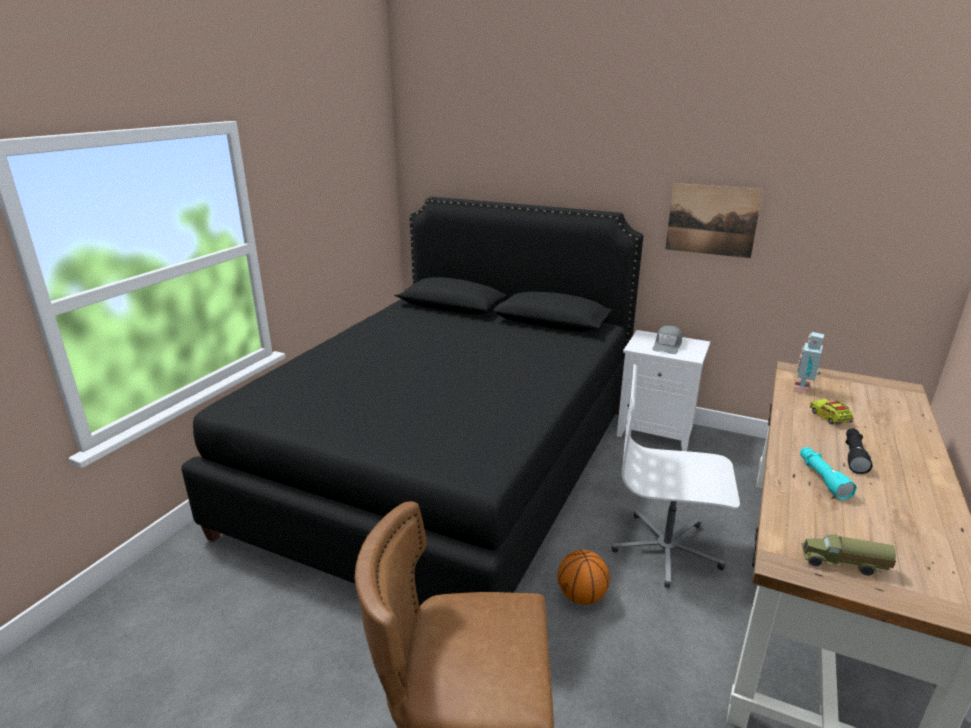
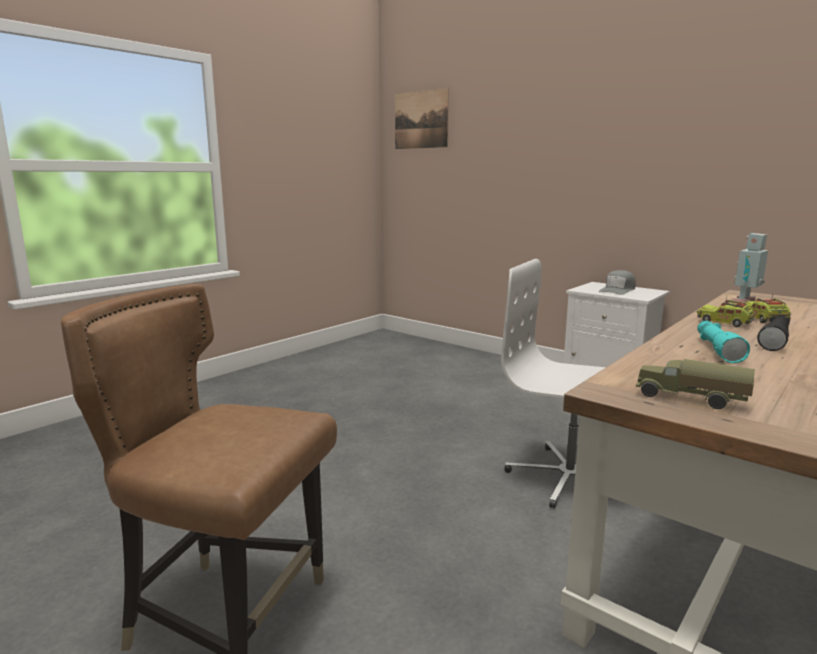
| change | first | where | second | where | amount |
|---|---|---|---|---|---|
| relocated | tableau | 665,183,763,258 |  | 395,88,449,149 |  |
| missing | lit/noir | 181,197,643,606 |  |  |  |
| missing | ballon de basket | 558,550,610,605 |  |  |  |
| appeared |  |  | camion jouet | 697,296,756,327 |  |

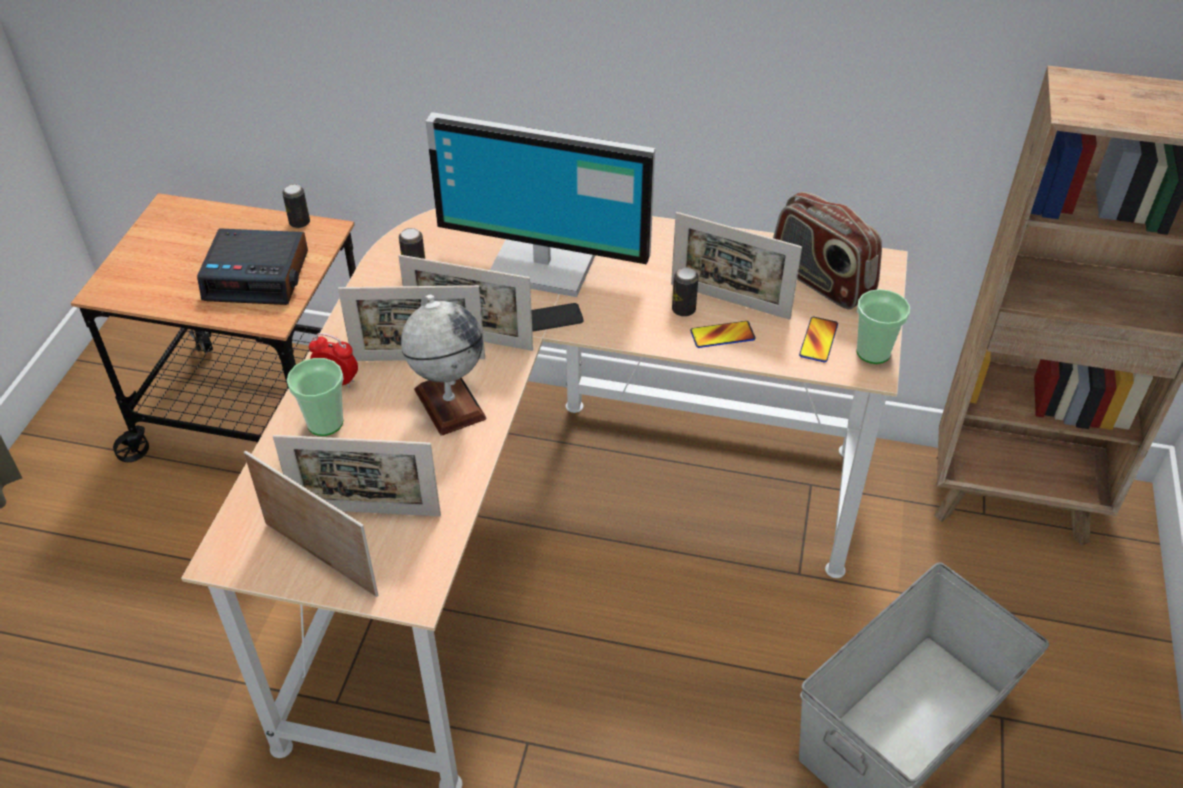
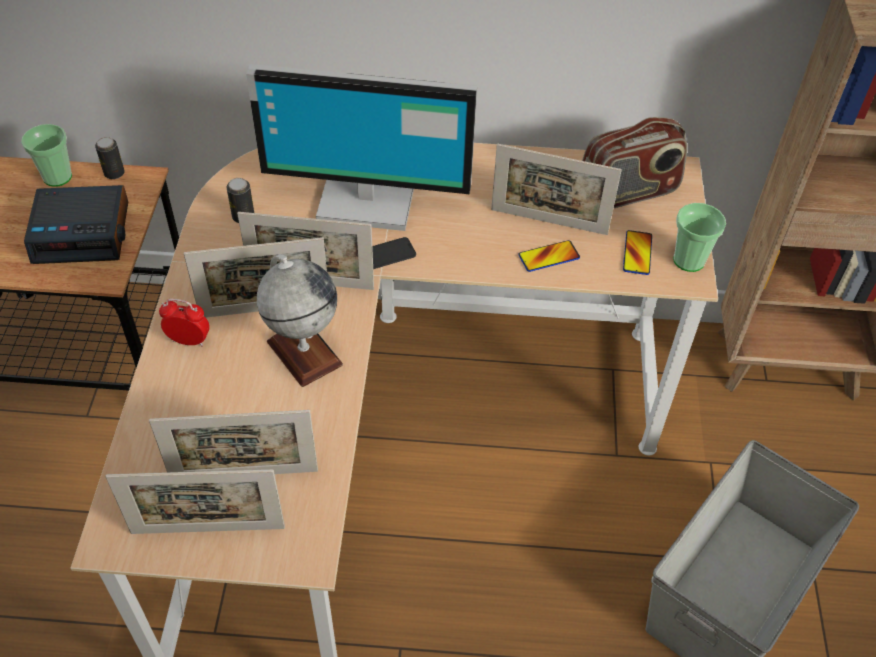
| change | first | where | second | where | amount |
|---|---|---|---|---|---|
| spun | radio | 773,192,882,309 |  | 582,117,688,209 | 60 degrees counterclockwise |
| missing | boîte métallique | 672,267,699,317 |  |  |  |
| relocated | tasse | 286,358,344,436 |  | 21,124,72,187 |  |
| spun | cadre photo | 244,451,378,597 |  | 105,469,285,534 | 150 degrees clockwise |

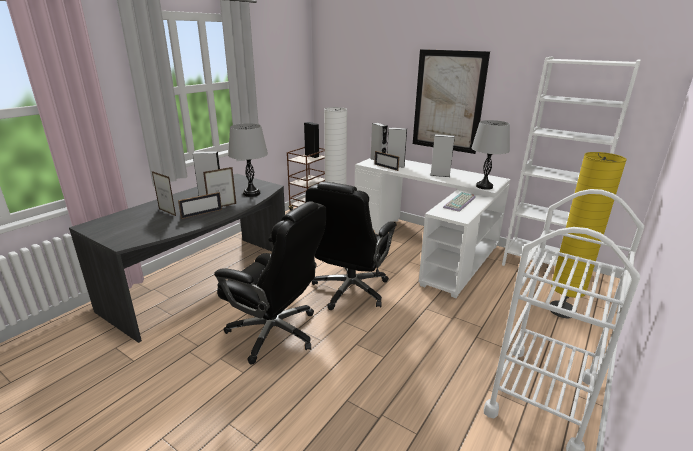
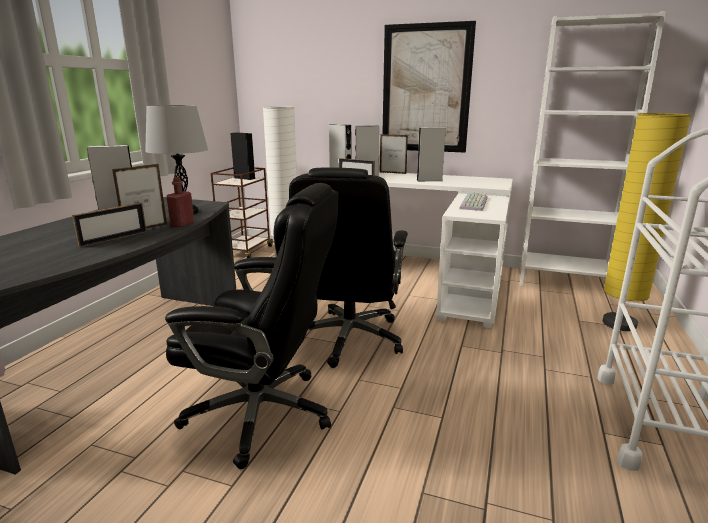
| change | first | where | second | where | amount |
|---|---|---|---|---|---|
| missing | lampe de table/gris | 472,120,510,190 |  |  |  |
| relocated | cadre photo | 152,171,176,216 |  | 380,134,408,174 |  |
| appeared |  |  | bouteille/rouge | 166,177,194,227 |  |

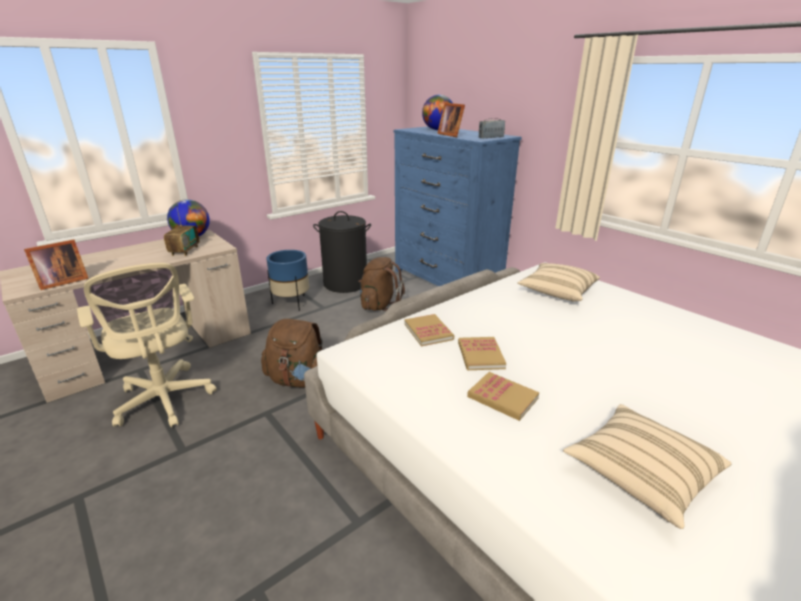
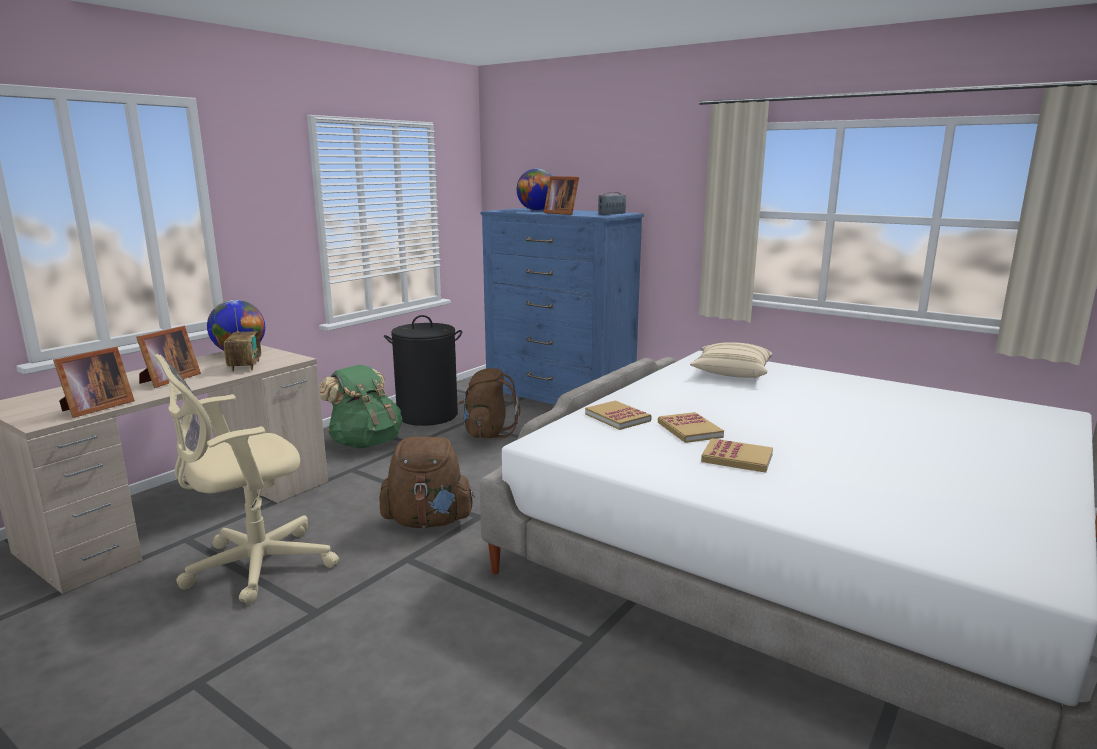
| change | first | where | second | where | amount |
|---|---|---|---|---|---|
| exchanged | cache-pot/bleu | 266,250,309,311 | sac à dos/vert | 319,365,402,448 |  |
| spun | chaise de bureau/beige | 77,263,217,428 |  | 154,354,339,604 | 105 degrees clockwise |
| missing | coussin/beige | 563,404,732,529 |  |  |  |
| appeared |  |  | cadre photo | 136,325,201,388 |  |

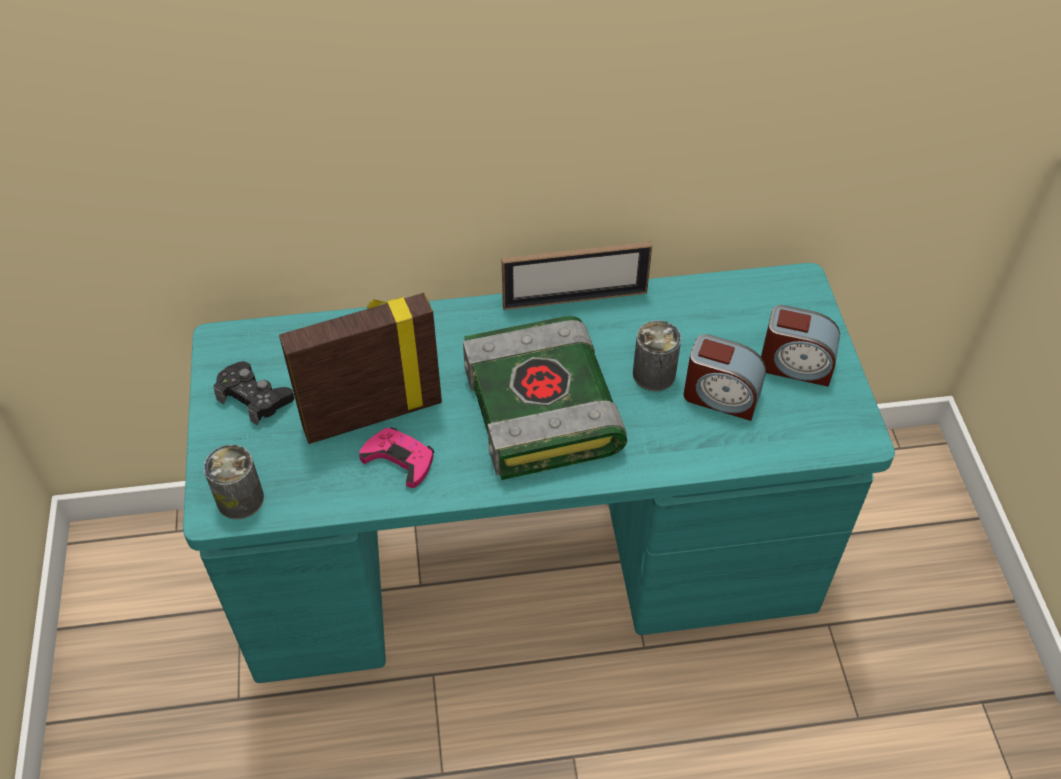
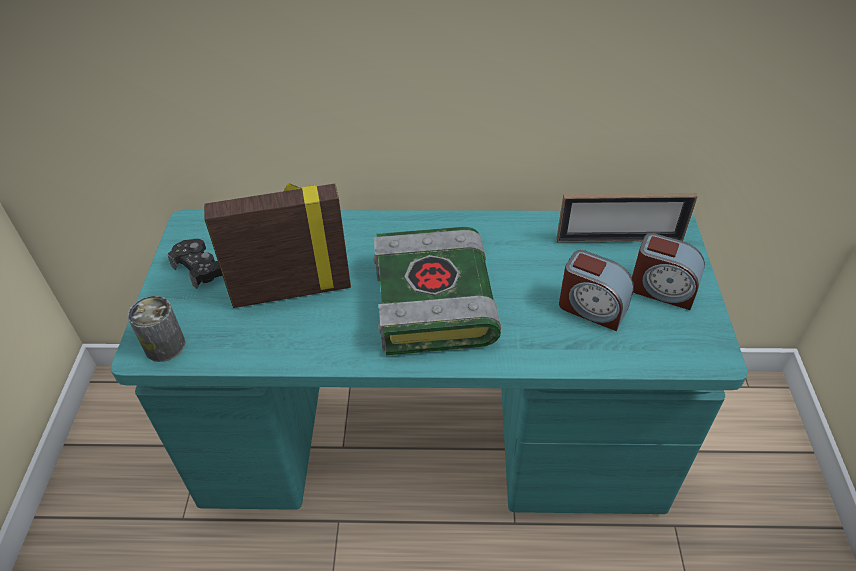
| change | first | where | second | where | amount |
|---|---|---|---|---|---|
| relocated | cadre photo | 501,242,652,310 |  | 556,193,698,243 |  |
| missing | boîte métallique | 633,320,681,391 |  |  |  |
| missing | manette/rose | 359,428,434,488 |  |  |  |

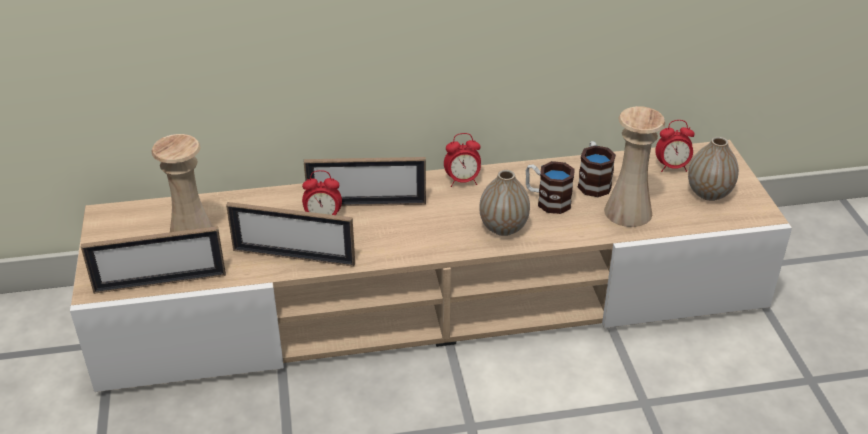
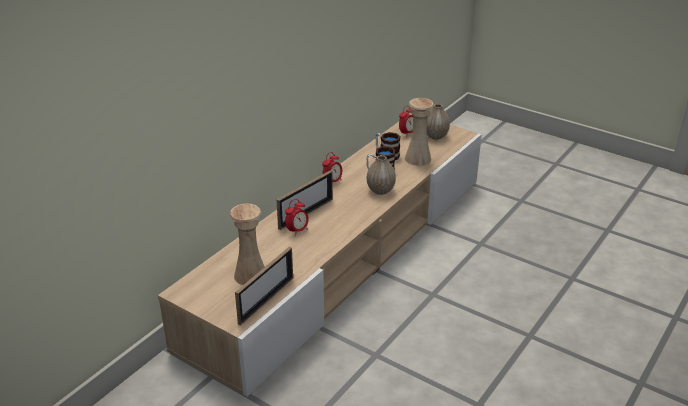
| change | first | where | second | where | amount |
|---|---|---|---|---|---|
| missing | cadre photo | 226,202,355,267 |  |  |  |

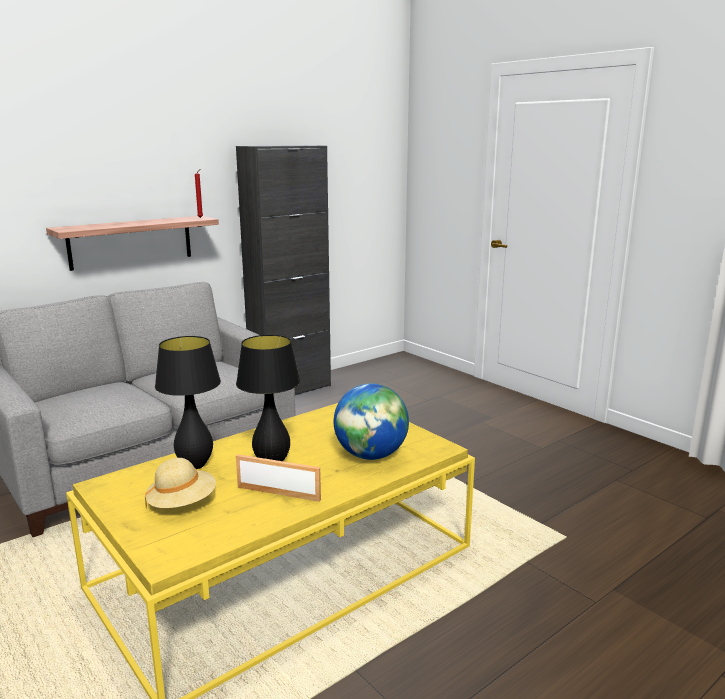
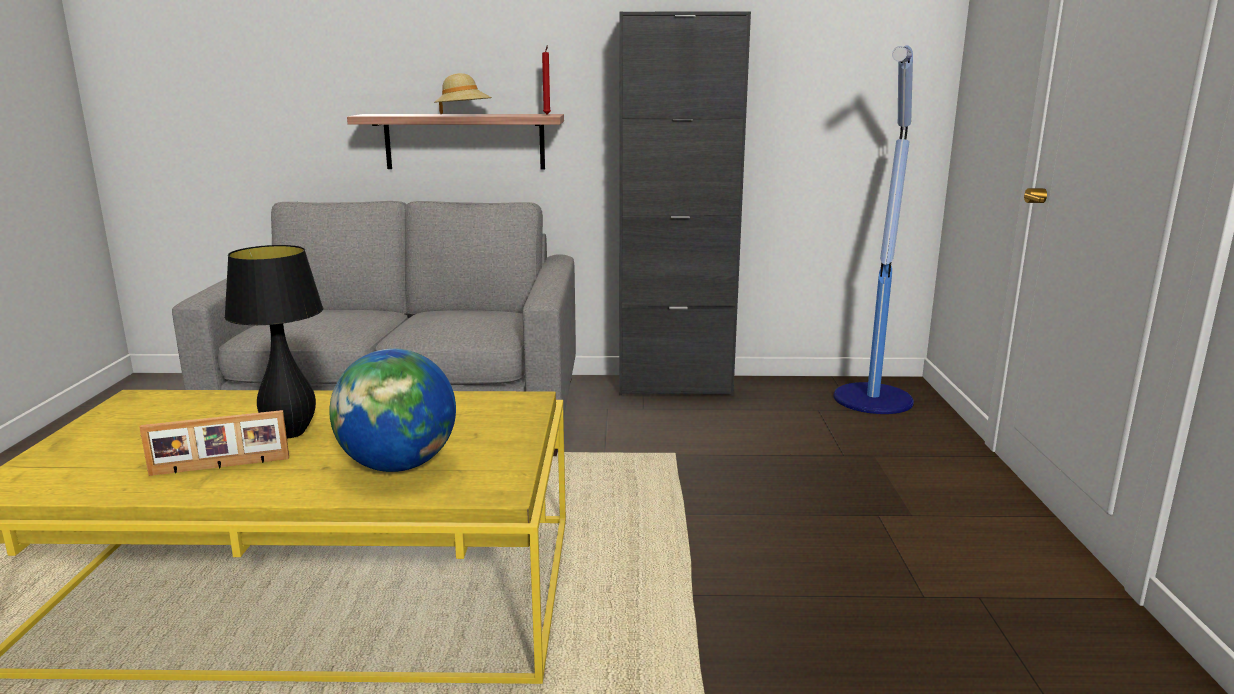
| change | first | where | second | where | amount |
|---|---|---|---|---|---|
| missing | lampe de table/noir | 155,336,221,469 |  |  |  |
| spun | cadre photo | 236,454,321,502 |  | 139,410,289,476 | 105 degrees clockwise |
| relocated | chapeau/beige | 145,458,216,508 |  | 434,73,492,114 |  |
| appeared |  |  | lampadaire | 833,46,914,414 |  |

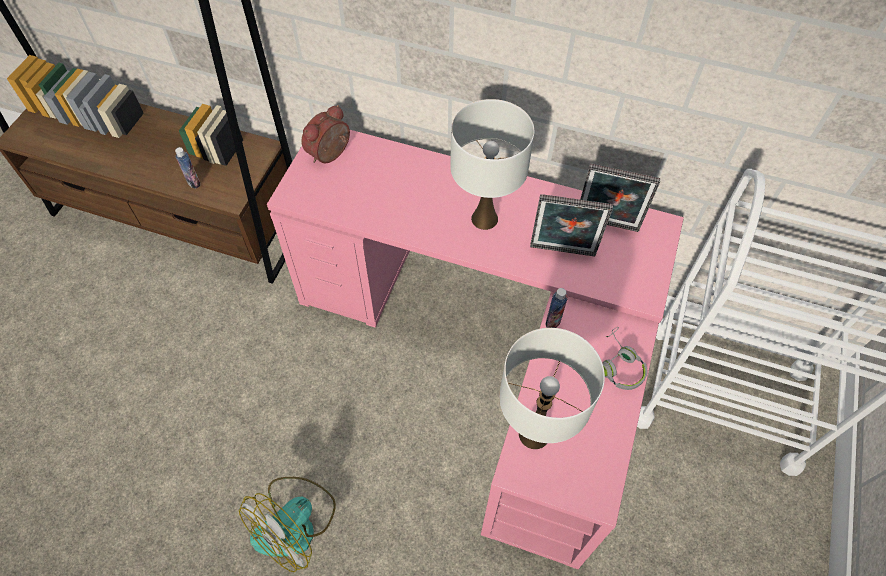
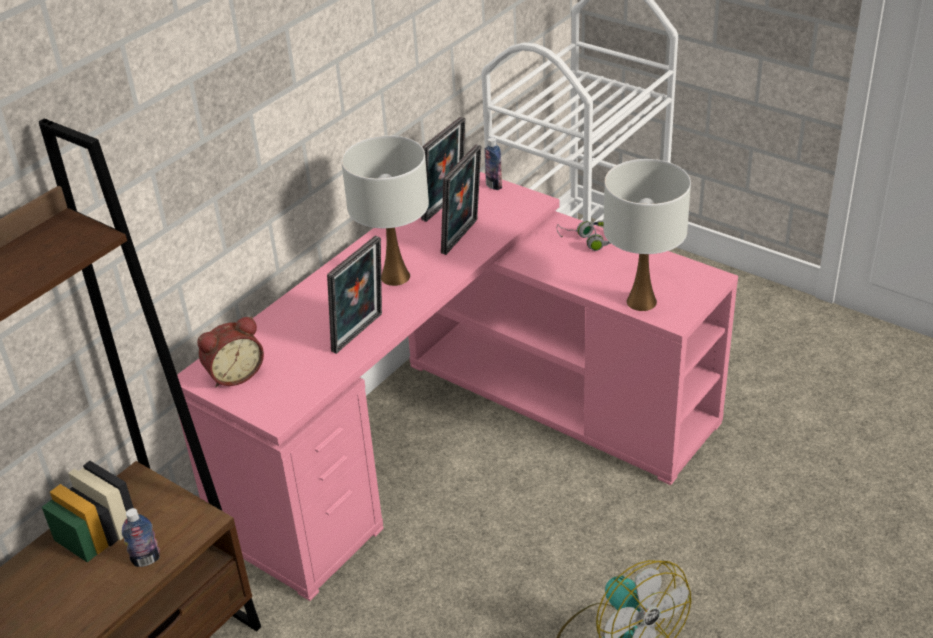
| change | first | where | second | where | amount |
|---|---|---|---|---|---|
| spun | réveil | 301,105,350,163 |  | 197,316,264,388 | 90 degrees counterclockwise |
| relocated | bouteille | 546,288,568,328 |  | 484,137,502,190 |  |
| appeared |  |  | cadre photo | 327,235,382,354 |  |

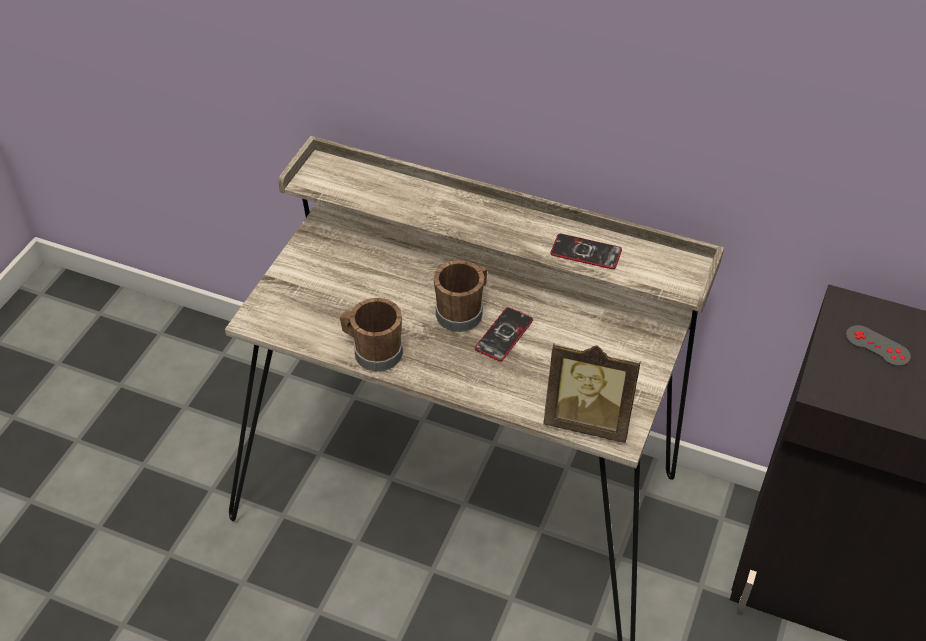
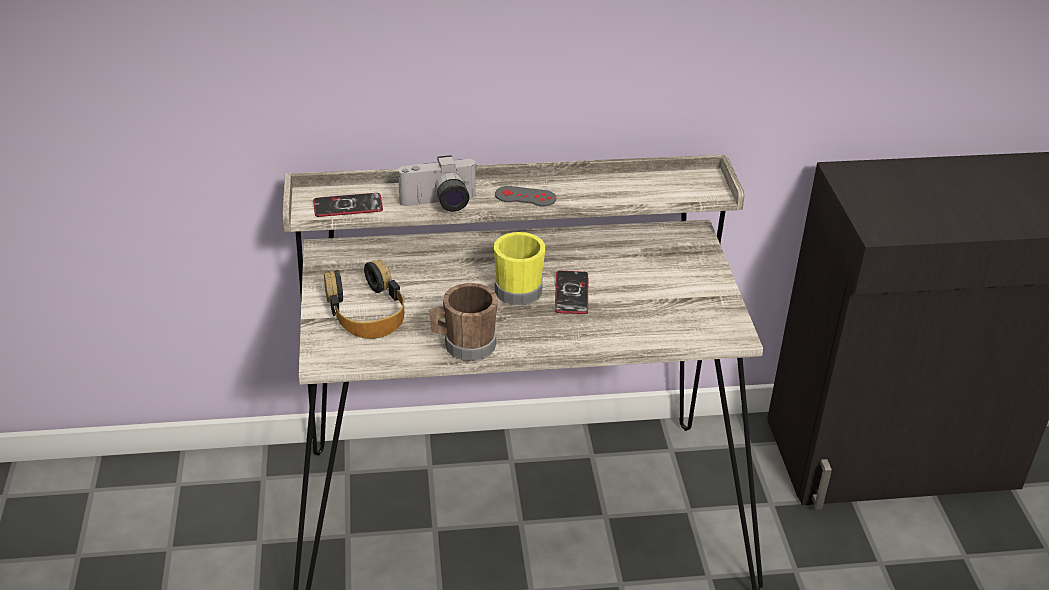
| change | first | where | second | where | amount |
|---|---|---|---|---|---|
| relocated | téléphone | 550,234,622,269 |  | 313,193,383,217 |  |
| colour | mug/marron | 434,260,487,332 | mug/jaune | 494,232,545,306 |  |
| relocated | manette/gris | 846,325,911,367 |  | 495,186,556,206 |  |
| missing | cadre photo | 543,342,641,443 |  |  |  |
| appeared |  |  | appareil photo | 398,155,478,212 |  |
| appeared |  |  | casque audio | 324,260,404,339 |  |

